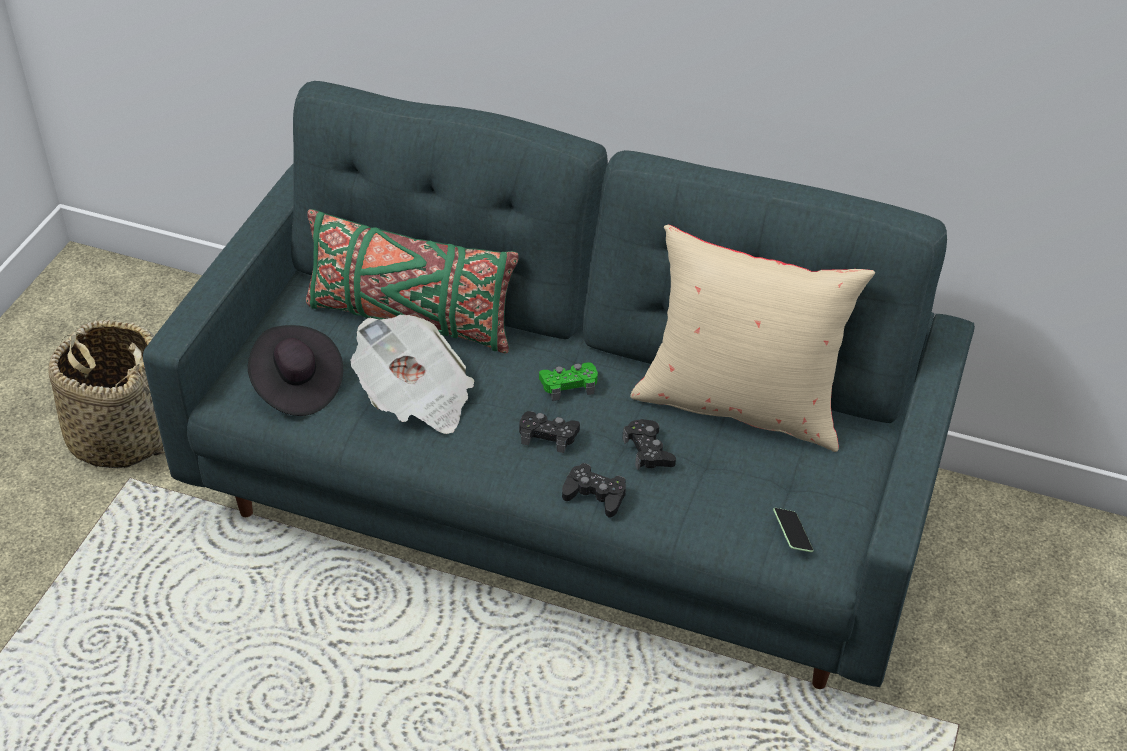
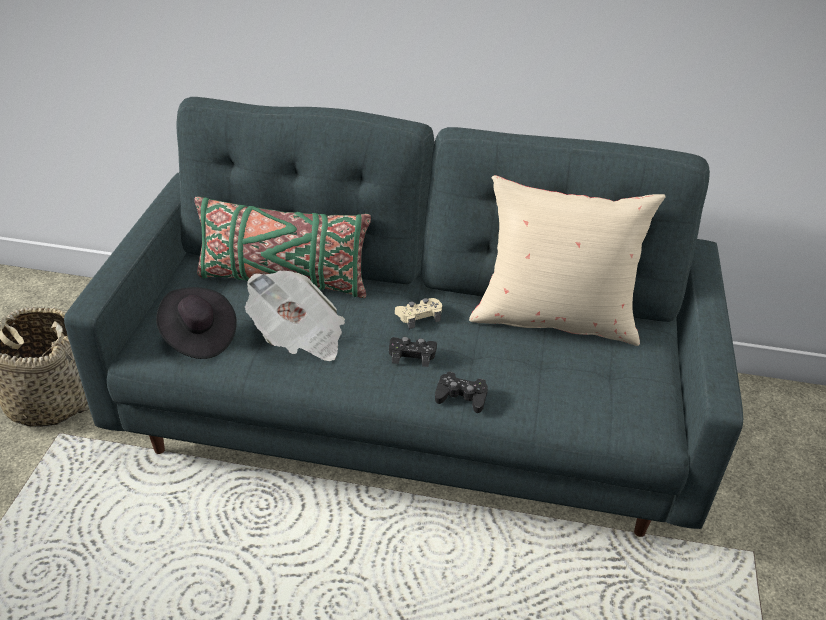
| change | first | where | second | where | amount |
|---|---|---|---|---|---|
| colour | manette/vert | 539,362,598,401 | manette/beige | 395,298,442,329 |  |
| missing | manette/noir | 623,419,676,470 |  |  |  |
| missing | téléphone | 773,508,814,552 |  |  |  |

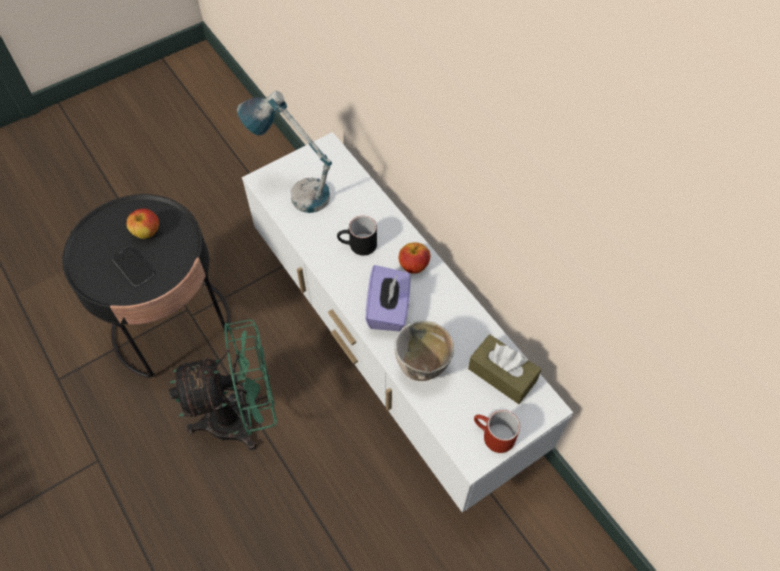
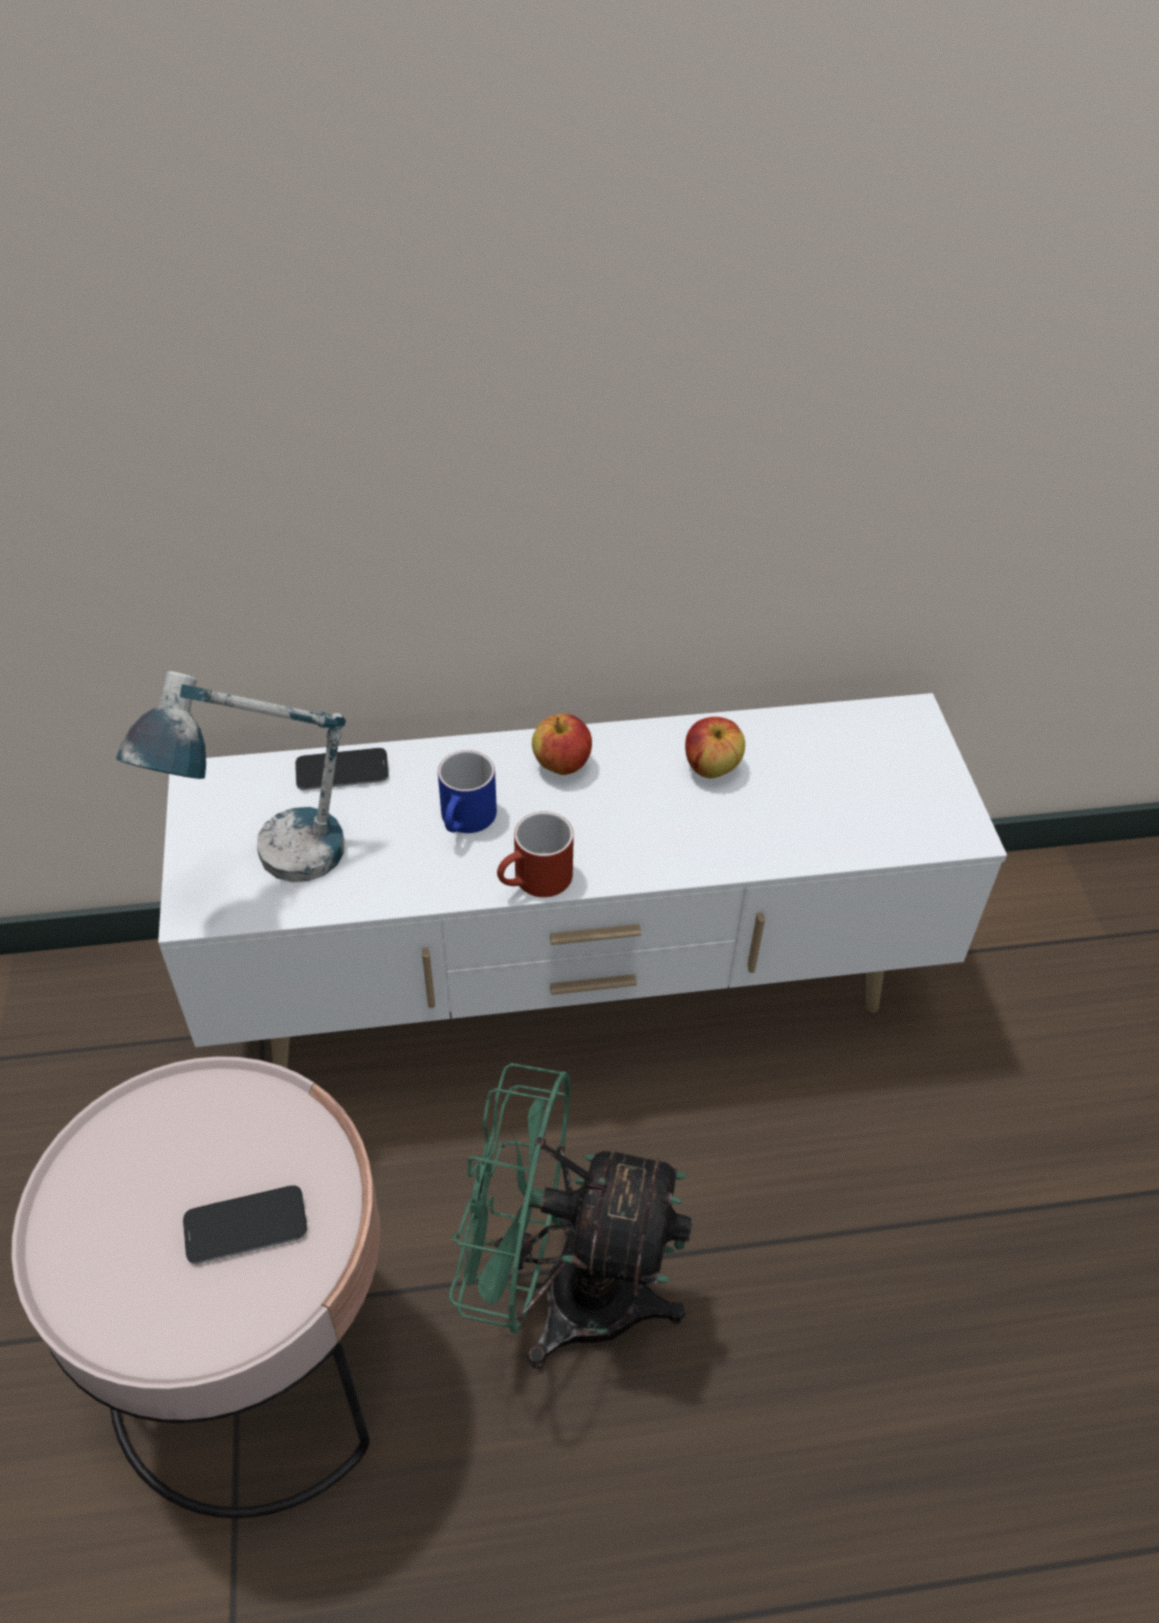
| change | first | where | second | where | amount |
|---|---|---|---|---|---|
| colour | table d'appoint/noir | 62,194,230,378 | table d'appoint/rose | 11,1056,380,1518 |  |
| relocated | pomme | 127,209,159,239 |  | 685,717,745,778 |  |
| colour | mug/noir | 337,216,377,255 | mug/bleu | 438,750,497,833 |  |
| missing | boîte à mouchoirs/violet | 366,265,411,331 |  |  |  |
| spun | ventilateur/vert | 169,319,277,451 |  | 449,1063,693,1369 | 90 degrees counterclockwise |
| missing | bol | 394,321,454,381 |  |  |  |
| missing | boîte à mouchoirs/marron | 468,334,541,404 |  |  |  |
| relocated | mug/rouge | 474,410,520,453 |  | 497,811,574,897 |  |
| appeared |  |  | téléphone | 295,748,389,790 |  |

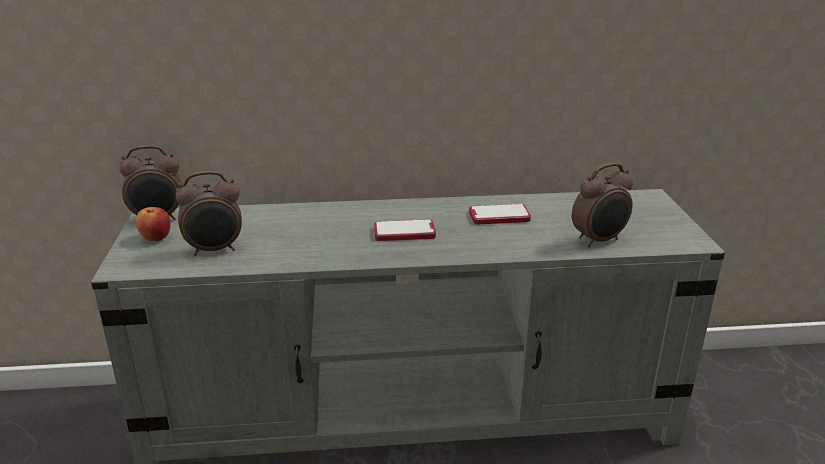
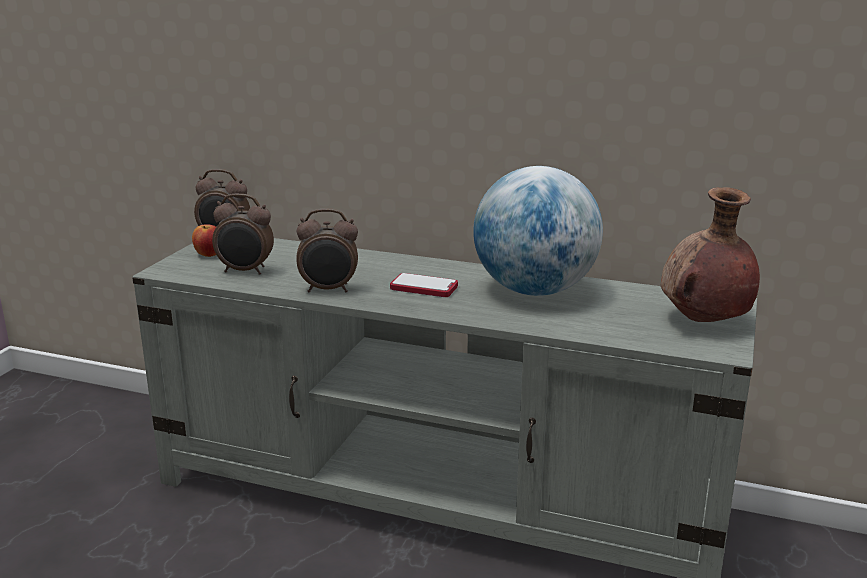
| change | first | where | second | where | amount |
|---|---|---|---|---|---|
| relocated | réveil | 572,163,633,247 |  | 297,209,358,292 |  |
| exchanged | téléphone | 469,204,531,224 | globe | 473,166,603,296 |  |
| appeared |  |  | vase/marron | 661,187,760,322 |  |

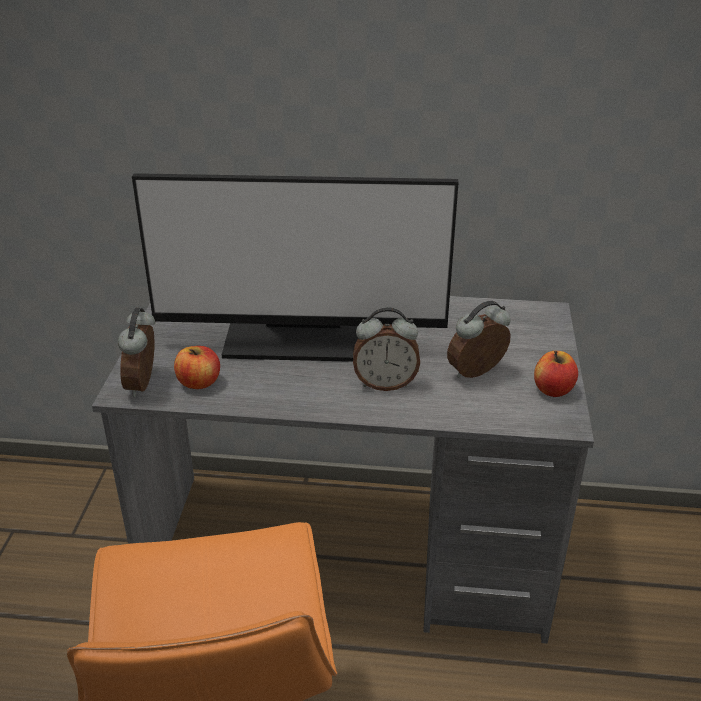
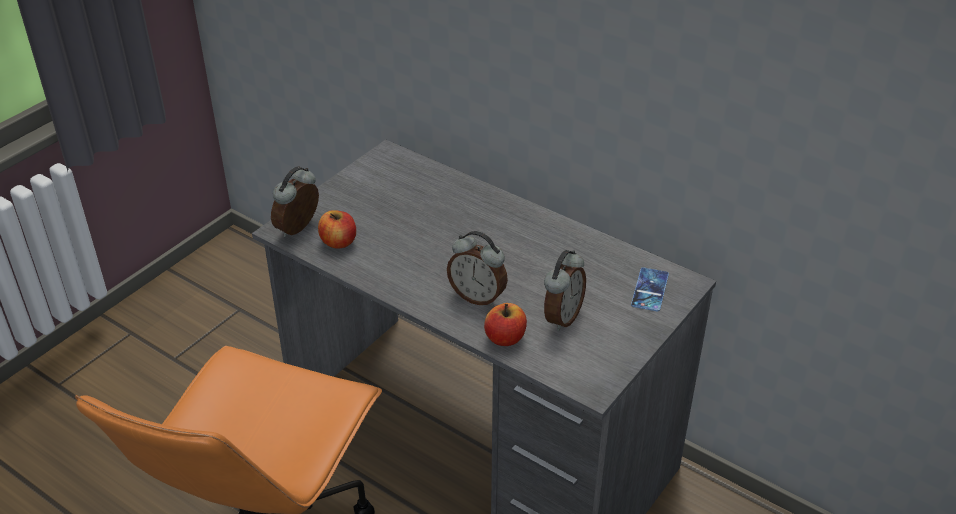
| change | first | where | second | where | amount |
|---|---|---|---|---|---|
| missing | écran d'ordinateur | 132,173,459,362 |  |  |  |
| spun | réveil | 447,301,511,378 |  | 544,250,586,331 | 120 degrees clockwise |
| relocated | pomme | 534,351,578,397 |  | 484,303,527,346 |  |
| appeared |  |  | téléphone | 631,267,669,312 |  |

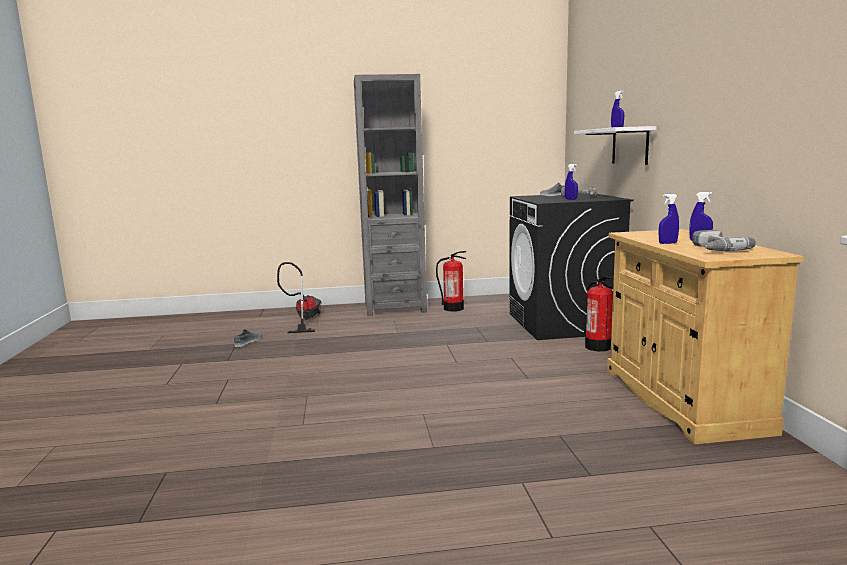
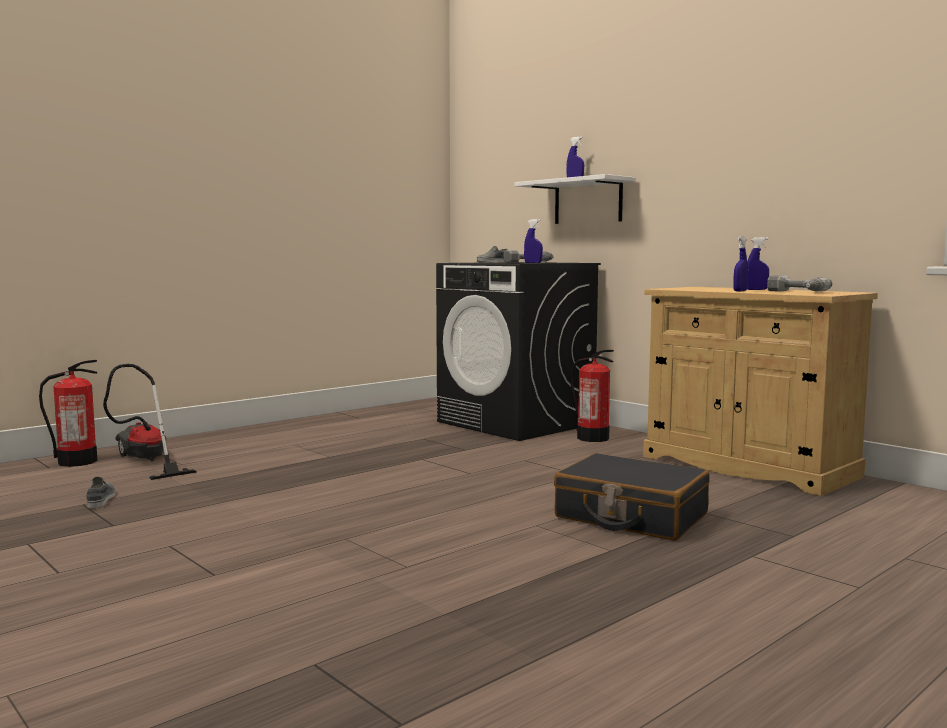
| change | first | where | second | where | amount |
|---|---|---|---|---|---|
| missing | bibliothèque/gris | 354,74,427,316 |  |  |  |
| relocated | extincteur | 436,251,466,312 |  | 39,360,97,467 |  |
| appeared |  |  | valise/noir | 554,453,709,541 |  |

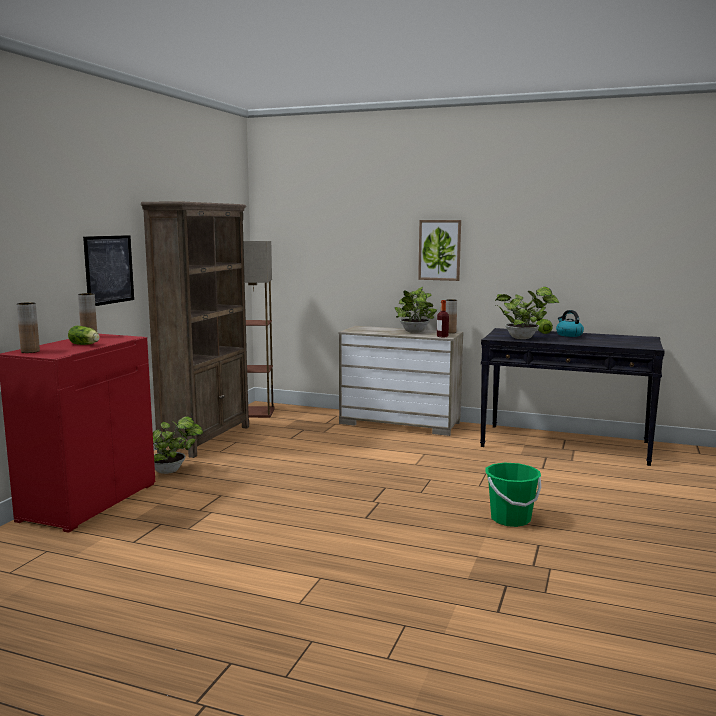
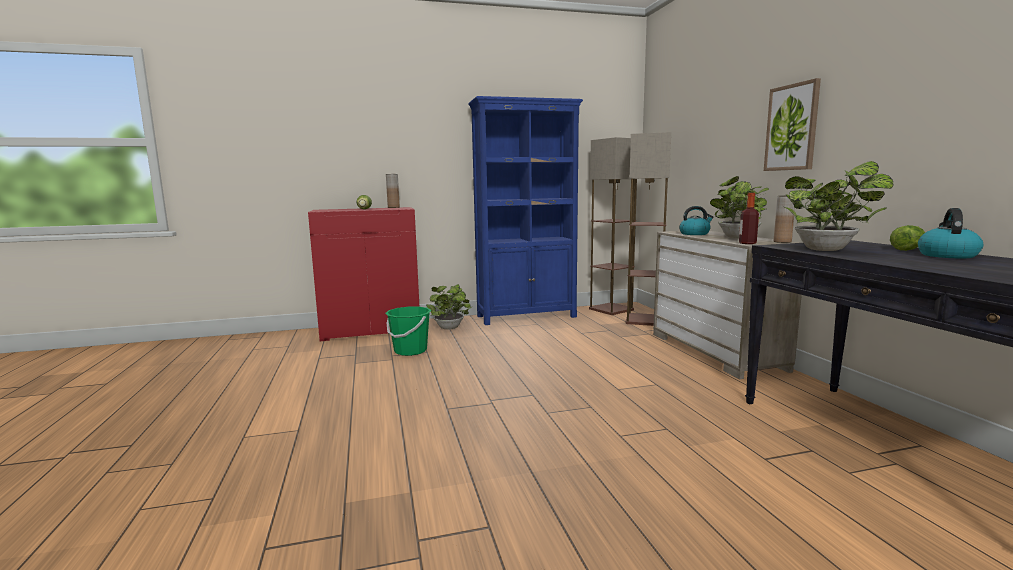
| change | first | where | second | where | amount |
|---|---|---|---|---|---|
| colour | bibliothèque/marron | 141,201,249,458 | bibliothèque/bleu | 468,96,583,325 |  |
| missing | tableau | 83,235,134,306 |  |  |  |
| missing | vase/marron | 16,302,40,353 |  |  |  |
| relocated | seau/vert | 486,463,541,527 |  | 386,307,431,356 |  |
| appeared |  |  | lampadaire | 626,132,671,326 |  |
| appeared |  |  | bouilloire | 679,206,714,235 |  |

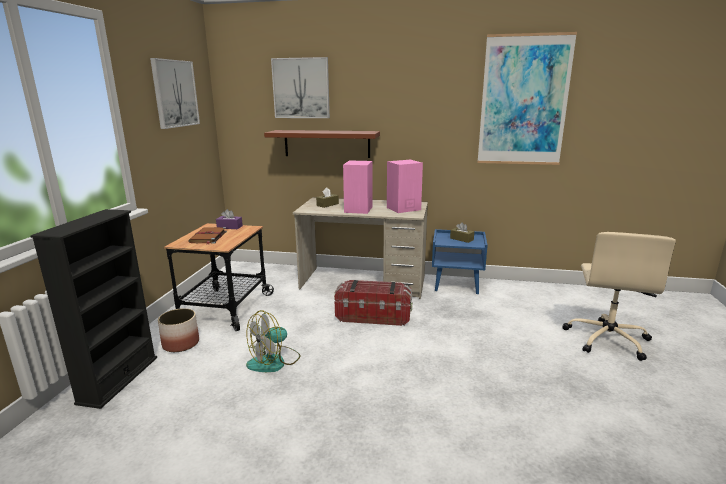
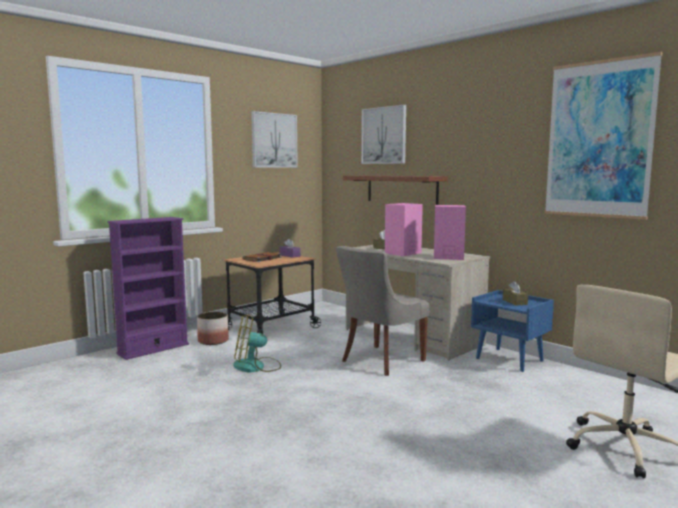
| change | first | where | second | where | amount |
|---|---|---|---|---|---|
| colour | bibliothèque/noir | 30,209,157,409 | bibliothèque/violet | 108,217,189,360 |  |
| exchanged | boîte de rangement | 334,280,412,326 | chaise/gris | 336,246,429,376 |  |

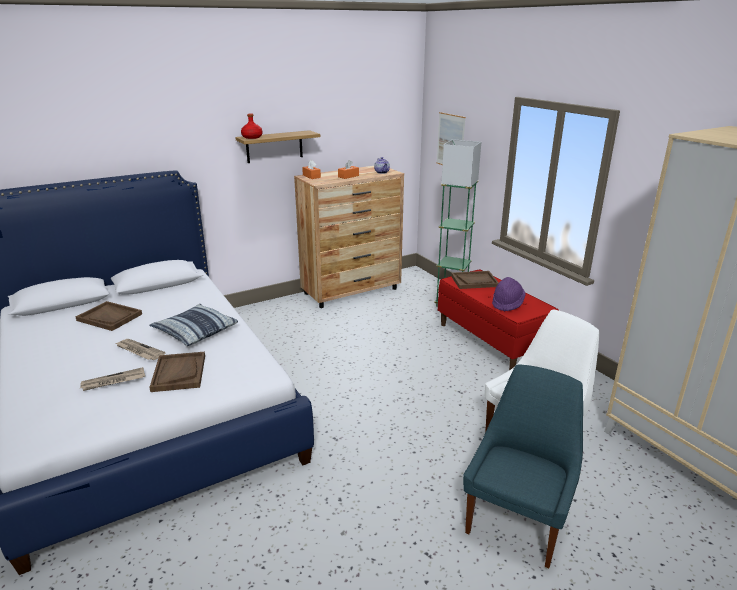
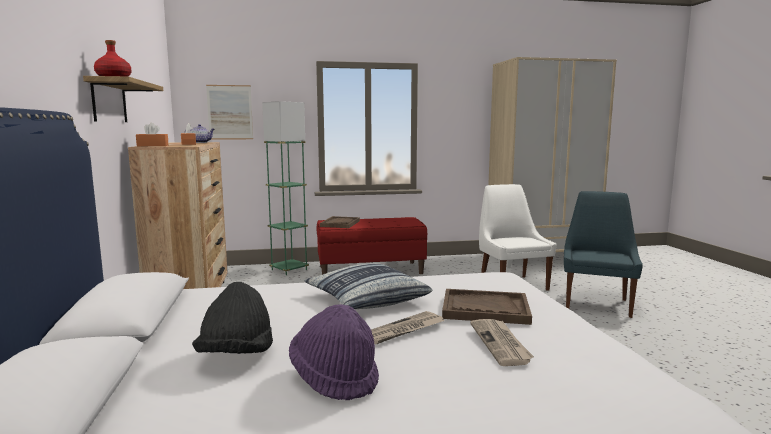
| change | first | where | second | where | amount |
|---|---|---|---|---|---|
| relocated | chapeau/violet | 492,277,526,312 |  | 289,304,379,400 |  |
| exchanged | plateau/marron | 76,301,142,331 | chapeau/noir | 192,282,273,354 |  |
| spun | chaise/bleu | 463,365,583,568 |  | 564,191,643,318 | 60 degrees clockwise |

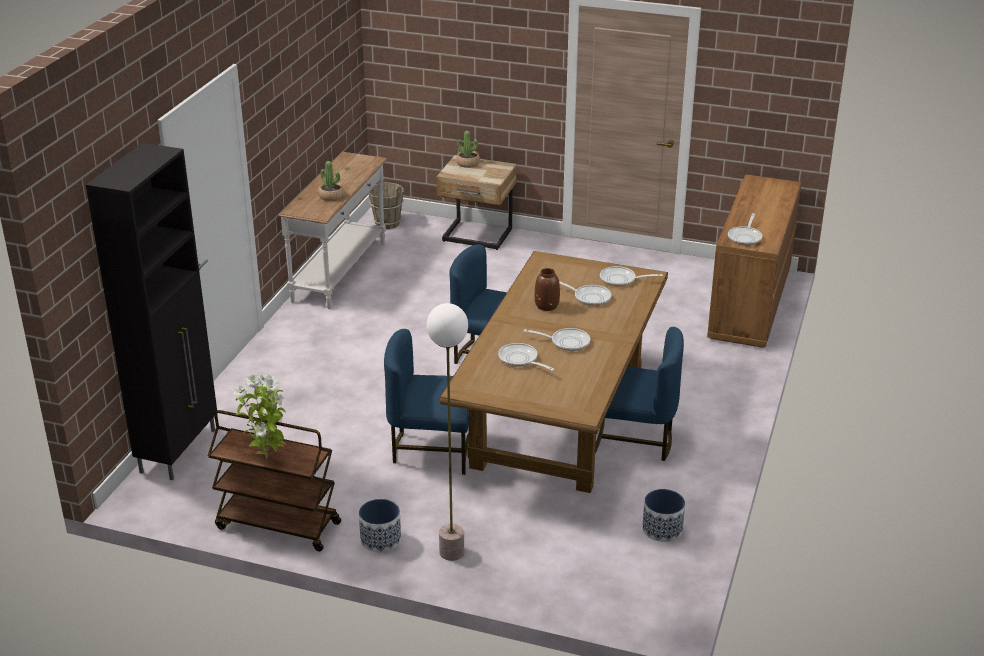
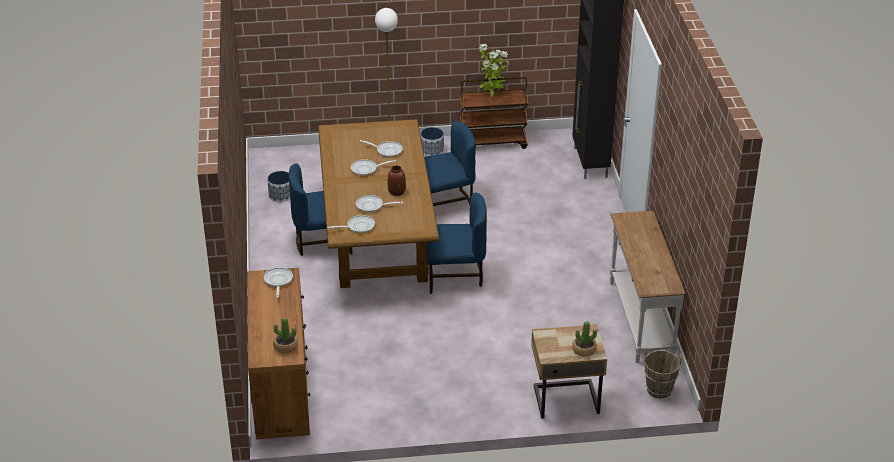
| change | first | where | second | where | amount |
|---|---|---|---|---|---|
| relocated | plante en pot | 318,161,344,201 |  | 273,317,298,353 |  |

